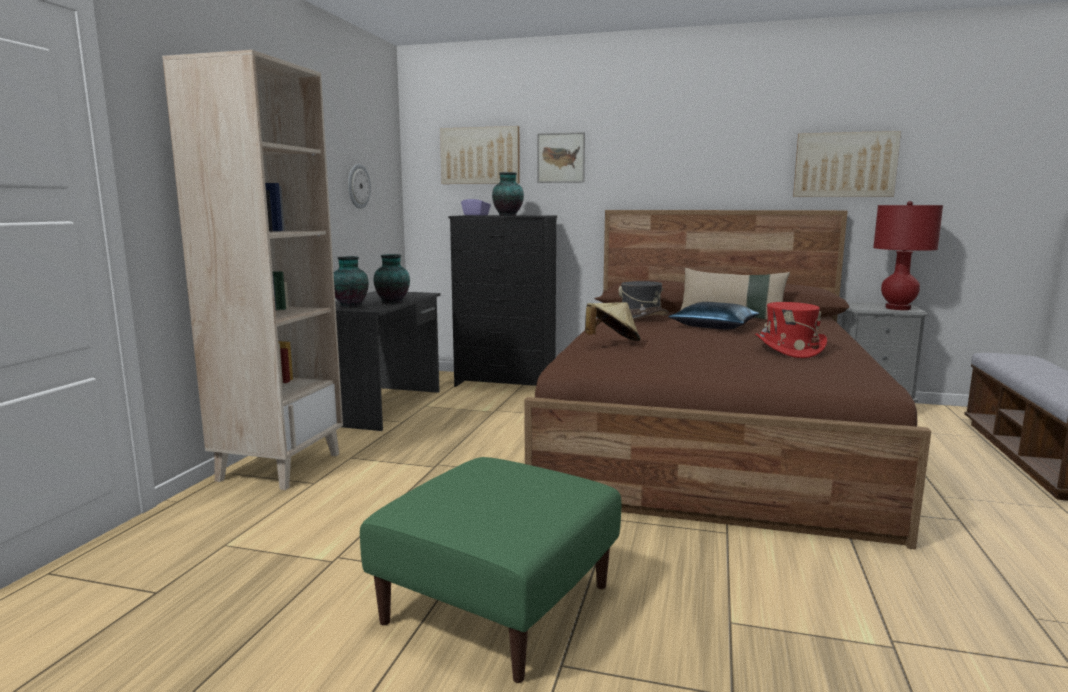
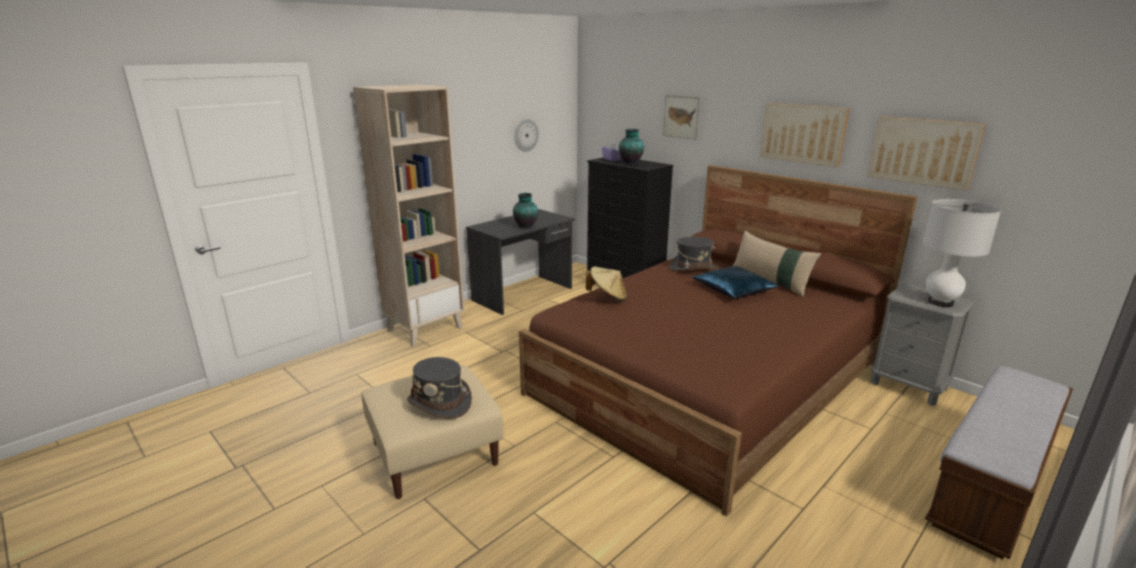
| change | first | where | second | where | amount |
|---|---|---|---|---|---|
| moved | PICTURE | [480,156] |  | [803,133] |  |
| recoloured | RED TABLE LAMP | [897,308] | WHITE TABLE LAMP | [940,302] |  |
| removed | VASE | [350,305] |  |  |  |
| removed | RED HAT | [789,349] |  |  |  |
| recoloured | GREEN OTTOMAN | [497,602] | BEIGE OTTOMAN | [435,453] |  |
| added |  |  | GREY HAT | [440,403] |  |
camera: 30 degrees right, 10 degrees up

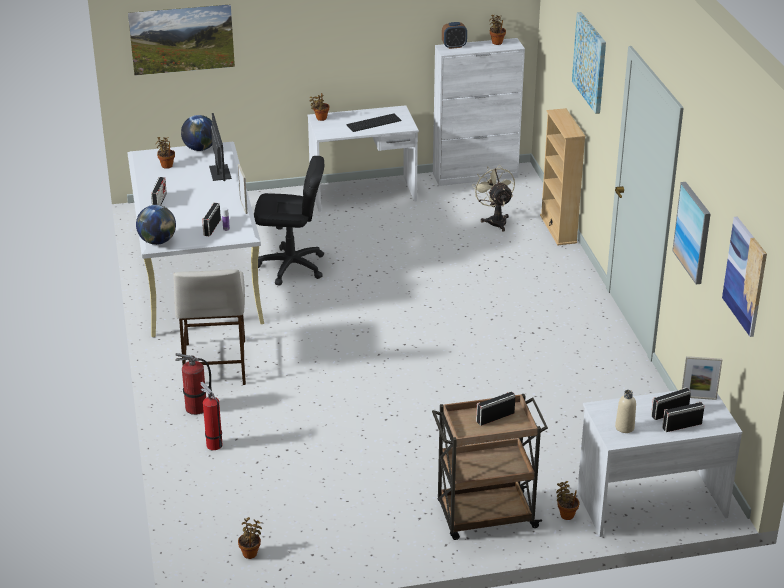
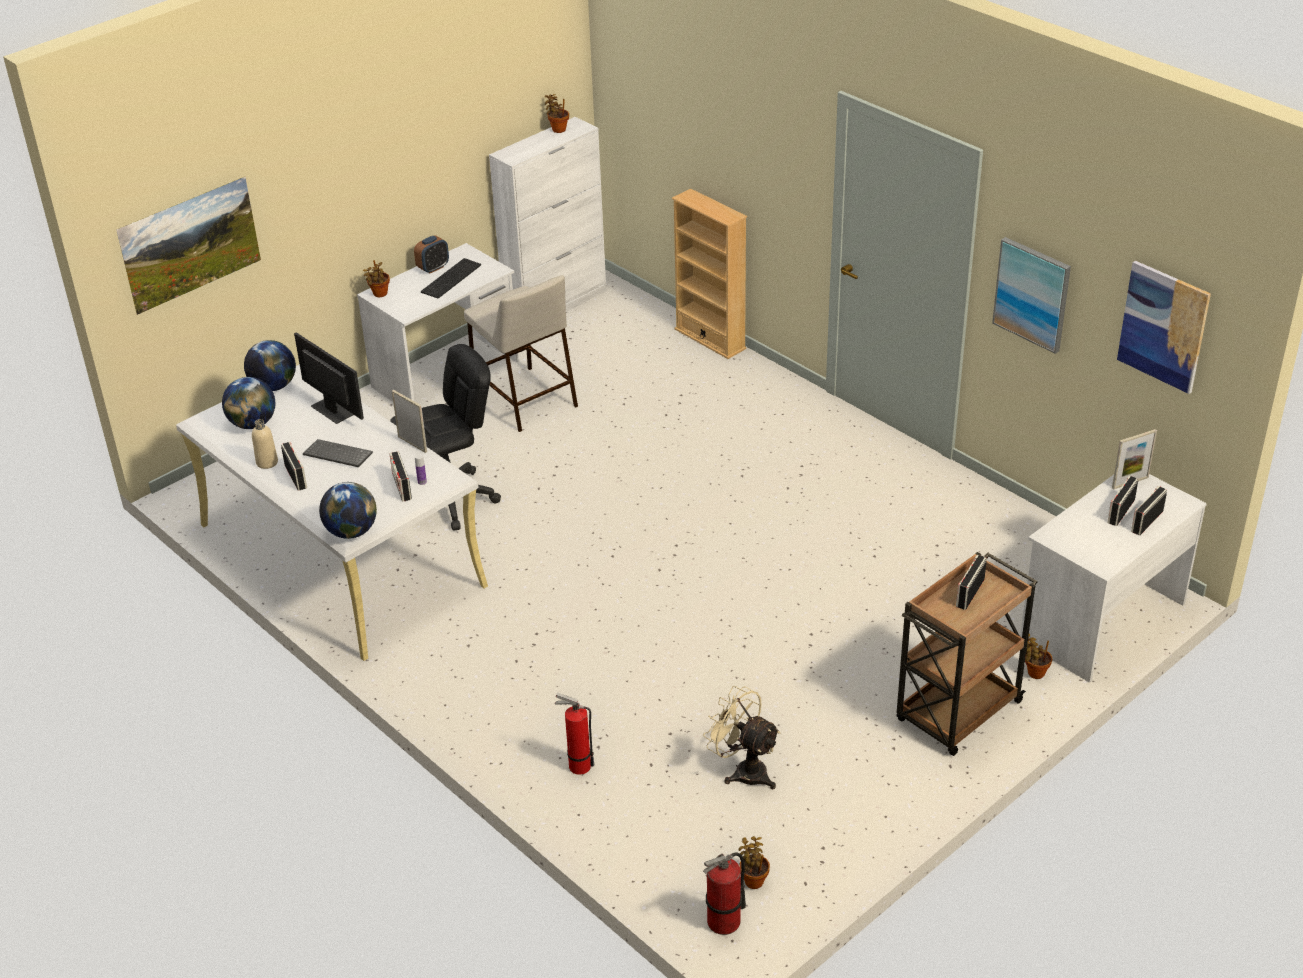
| change | first | where | second | where | amount |
|---|---|---|---|---|---|
| removed | PICTURE | [590,62] |  |  |  |
| moved | ALARM CLOCK | [454,46] |  | [433,268] |  |
| replaced | POTTED PLANT | [166,165] | GLOBE | [253,424] |  |
| moved | BEIGE FAN | [495,220] |  | [744,770] |  |
| moved | BEIGE STOOL | [214,363] |  | [523,398] |  |
| moved | FIRE EXTINGUISHER | [196,408] |  | [724,921] |  |
| moved | BEIGE BOTTLE | [624,427] |  | [267,462] |  |
| added |  |  | KEYBOARD | [336,455] |  |
camera: 30 degrees left, 5 degrees up

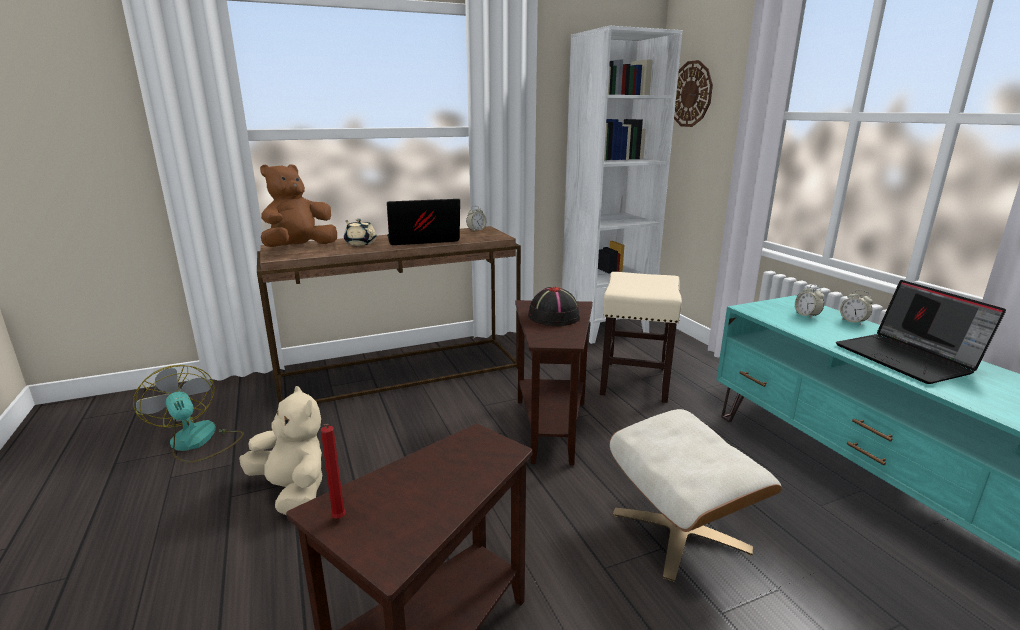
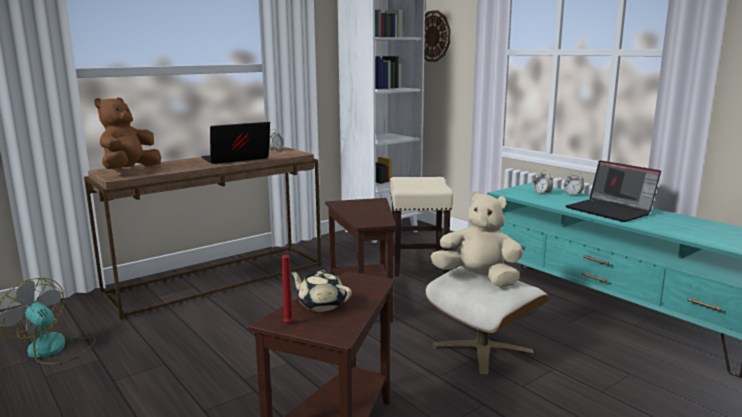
| change | first | where | second | where | amount |
|---|---|---|---|---|---|
| moved | BEIGE TEAPOT | [360,243] |  | [321,304] |  |
| removed | BLACK HAT | [553,316] |  |  |  |
| moved | BEIGE PLUSH TOY | [293,491] |  | [478,279] |  |
camera: 15 degrees left, 5 degrees down

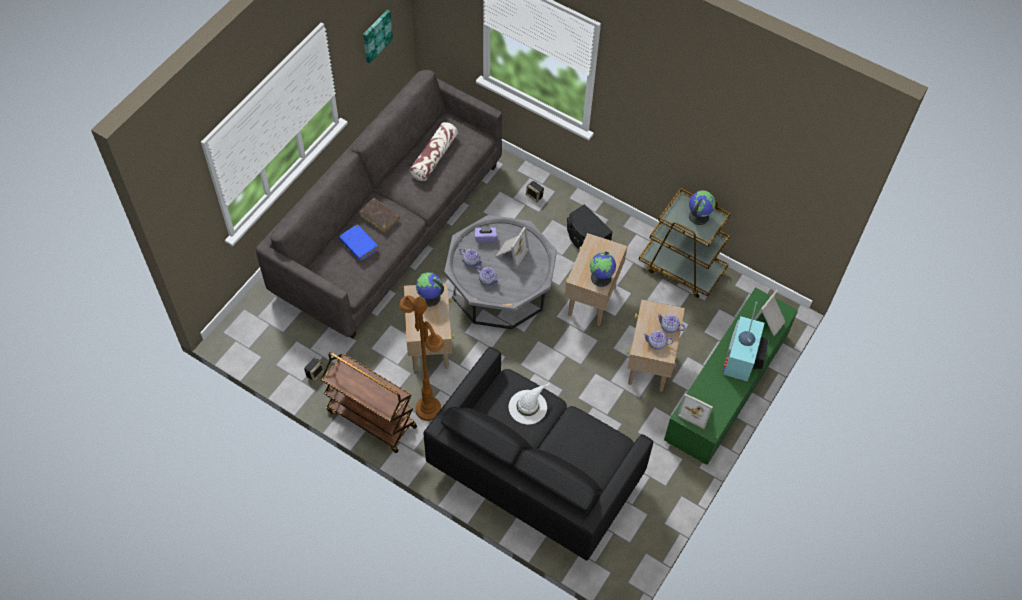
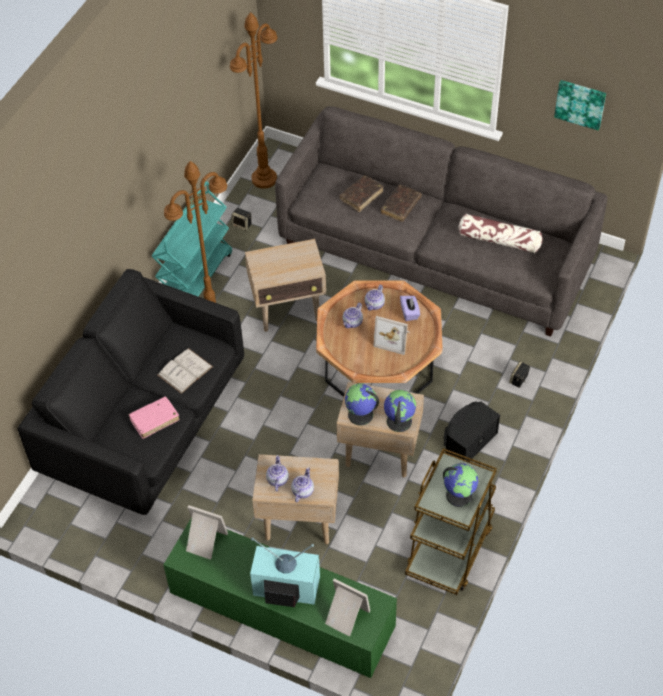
| change | first | where | second | where | amount |
|---|---|---|---|---|---|
| recoloured | GREY COFFEE TABLE | [500,288] | BROWN COFFEE TABLE | [378,363] |  |
| recoloured | BLUE BOOK | [359,245] | BROWN BOOK | [361,196] |  |
| moved | GLOBE | [429,298] |  | [398,421] |  |
| recoloured | BROWN CART | [371,419] | TURQUOISE CART | [195,277] |  |
| replaced | WHITE HAT | [528,406] | WHITE BOOK | [185,371] |  |
| turned | PICTURE FRAME | [696,411] |  | [204,542] | 90 degrees clockwise |
| added |  |  | BROWN FLOOR LAMP | [264,179] |  |
| added |  |  | PINK BOOK | [154,420] |  |
camera: 85 degrees right, 5 degrees down

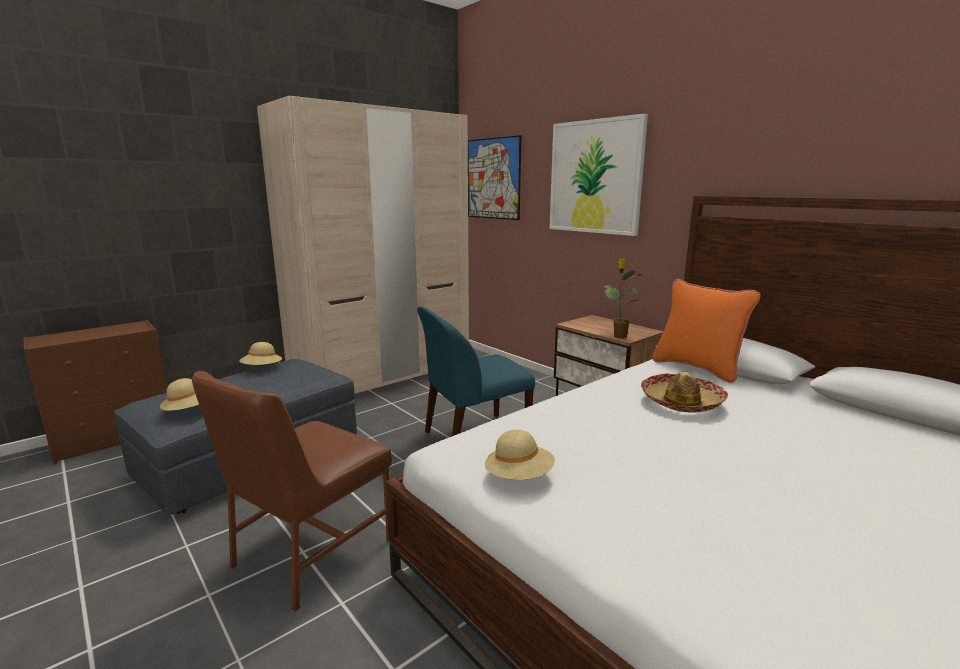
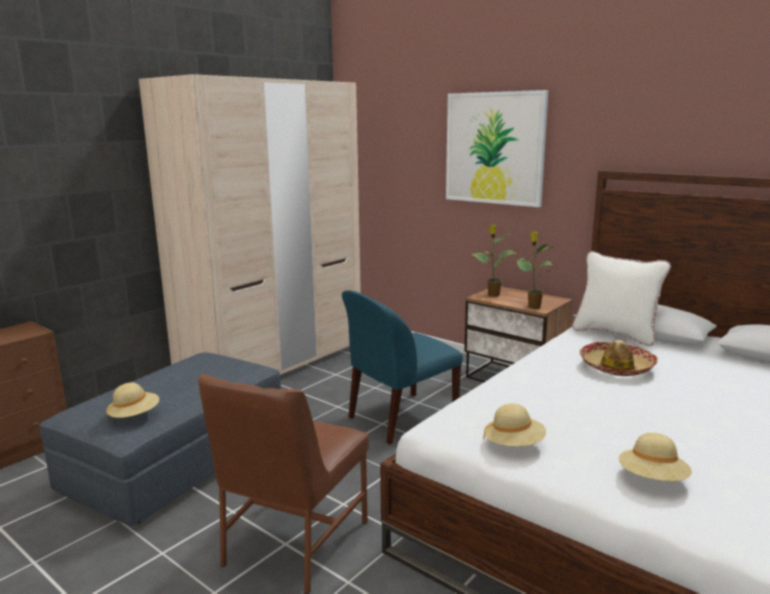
| change | first | where | second | where | amount |
|---|---|---|---|---|---|
| removed | PICTURE | [493,179] |  |  |  |
| recoloured | ORANGE PILLOW | [697,368] | WHITE PILLOW | [615,334] |  |
| moved | BEIGE HAT | [262,369] |  | [652,479] |  |
| added |  |  | POTTED PLANT | [493,295] |  |
camera: 10 degrees left, 0 degrees up

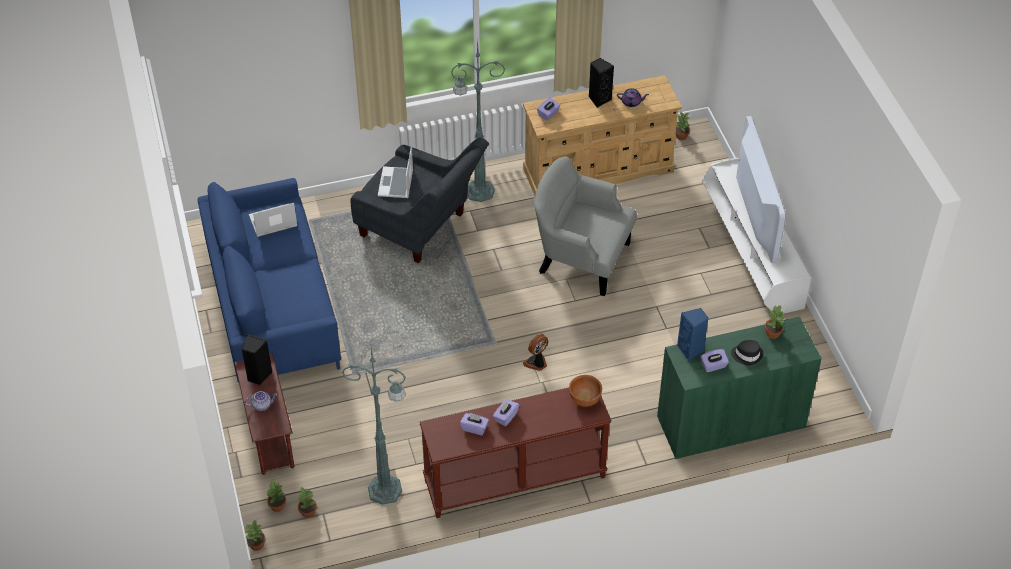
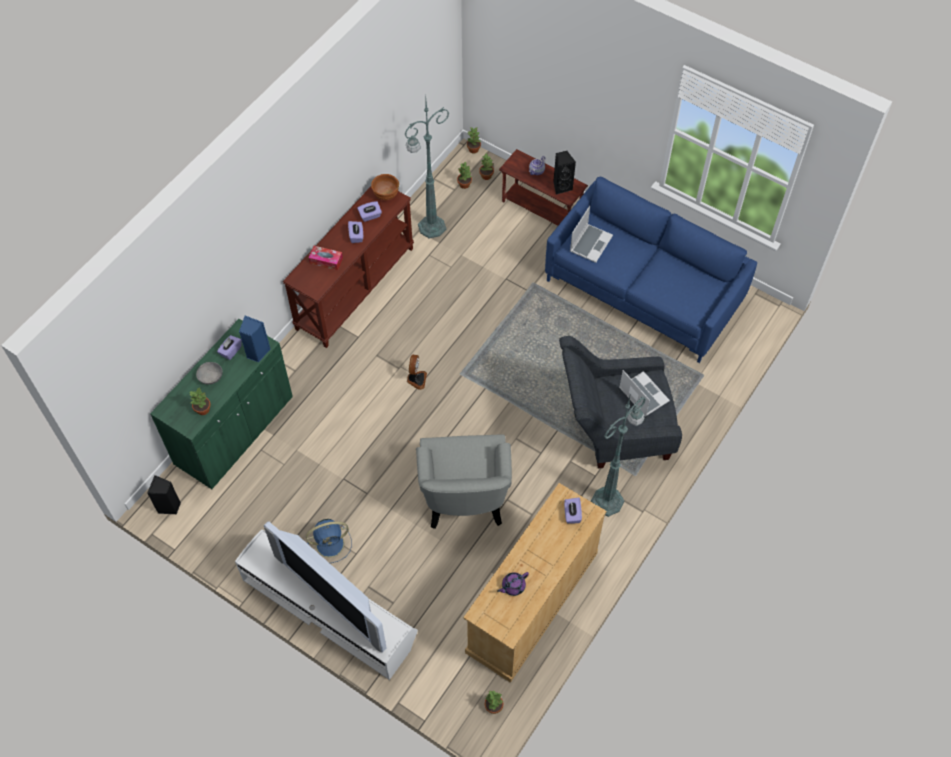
| change | first | where | second | where | amount |
|---|---|---|---|---|---|
| moved | BLACK SPEAKER | [599,99] |  | [169,506] |  |
| turned | GREY ARMCHAIR | [581,258] |  | [464,495] | 105 degrees clockwise |
| moved | LAPTOP | [272,222] |  | [590,243] |  |
| replaced | BLACK HAT | [747,354] | GREY BOWL | [211,377] |  |
| moved | BROWN BOWL | [584,400] |  | [385,194] |  |
| added |  |  | TISSUE BOX | [326,261] |  |
| added |  |  | BLUE FAN | [331,544] |  |
camera: 140 degrees right, 10 degrees up

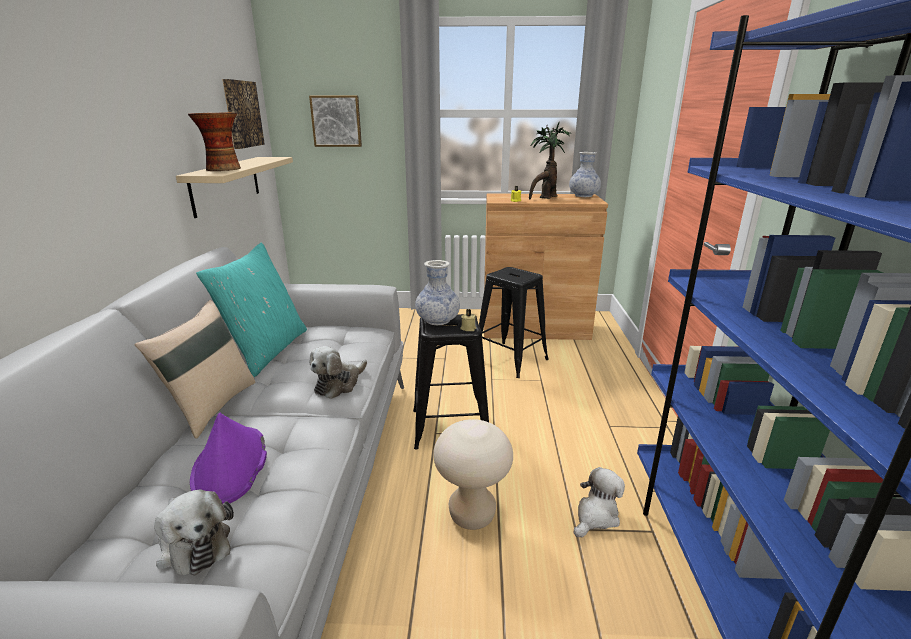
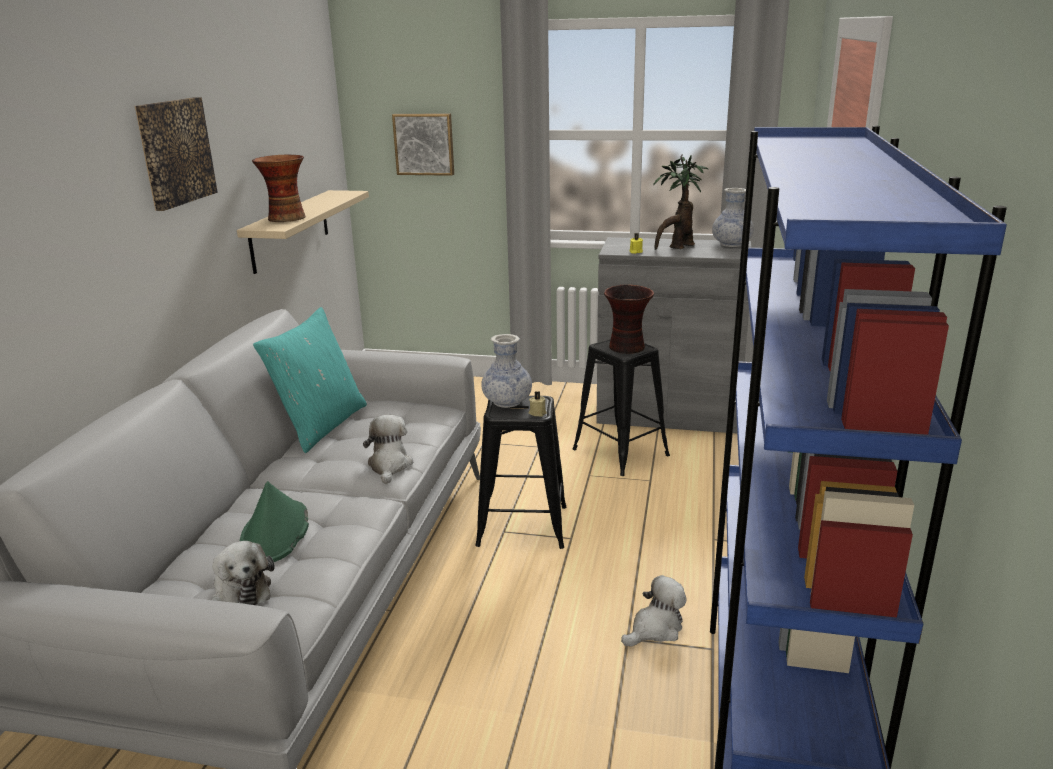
| change | first | where | second | where | amount |
|---|---|---|---|---|---|
| moved | PICTURE | [242,114] |  | [175,152] |  |
| recoloured | BROWN CABINET | [535,328] | GREY CABINET | [667,413] |  |
| removed | BEIGE PILLOW | [211,406] |  |  |  |
| turned | PLUSH TOY | [339,384] |  | [389,466] | 135 degrees clockwise |
| recoloured | PURPLE HAT | [230,466] | GREEN HAT | [275,533] |  |
| removed | BEIGE STOOL | [472,515] |  |  |  |
| added |  |  | VASE | [627,348] |  |
camera: 10 degrees right, 0 degrees up

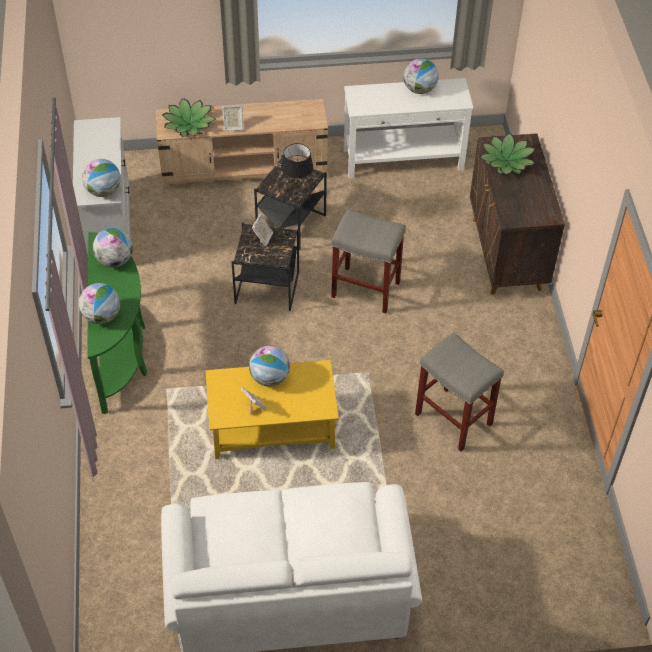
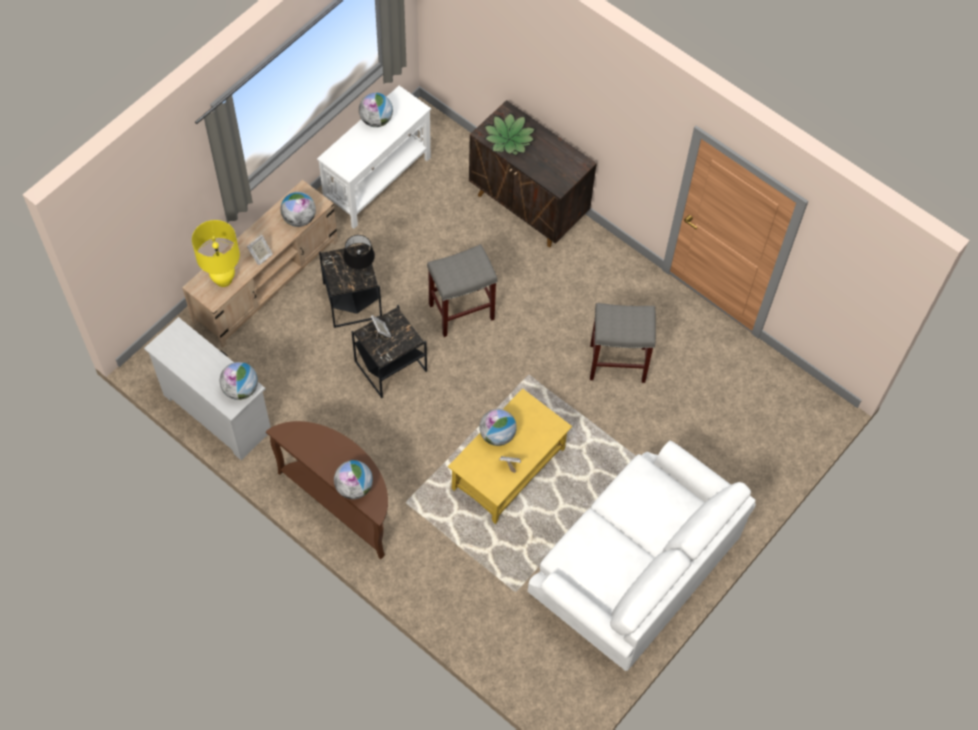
| change | first | where | second | where | amount |
|---|---|---|---|---|---|
| replaced | POTTED PLANT | [189,124] | YELLOW TABLE LAMP | [223,279] |  |
| moved | GLOBE | [115,260] |  | [299,218] |  |
| recoloured | GREEN CONSOLE TABLE | [122,352] | BROWN CONSOLE TABLE | [342,502] |  |
camera: 45 degrees left, 10 degrees up

